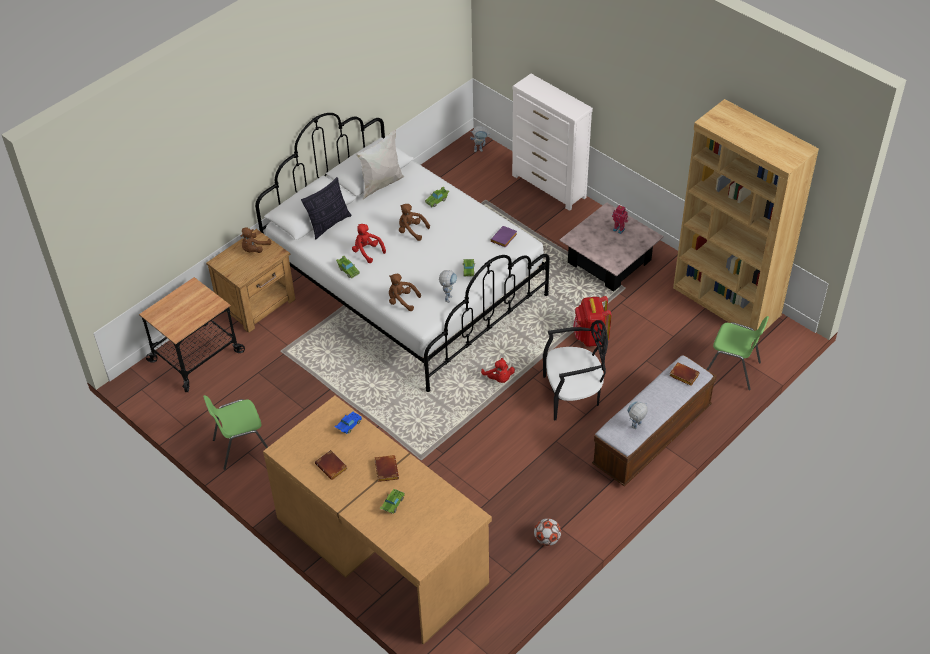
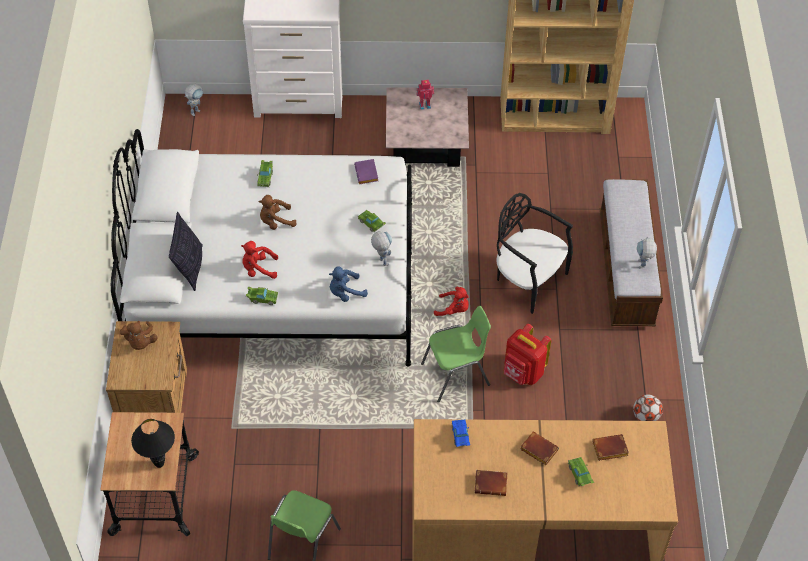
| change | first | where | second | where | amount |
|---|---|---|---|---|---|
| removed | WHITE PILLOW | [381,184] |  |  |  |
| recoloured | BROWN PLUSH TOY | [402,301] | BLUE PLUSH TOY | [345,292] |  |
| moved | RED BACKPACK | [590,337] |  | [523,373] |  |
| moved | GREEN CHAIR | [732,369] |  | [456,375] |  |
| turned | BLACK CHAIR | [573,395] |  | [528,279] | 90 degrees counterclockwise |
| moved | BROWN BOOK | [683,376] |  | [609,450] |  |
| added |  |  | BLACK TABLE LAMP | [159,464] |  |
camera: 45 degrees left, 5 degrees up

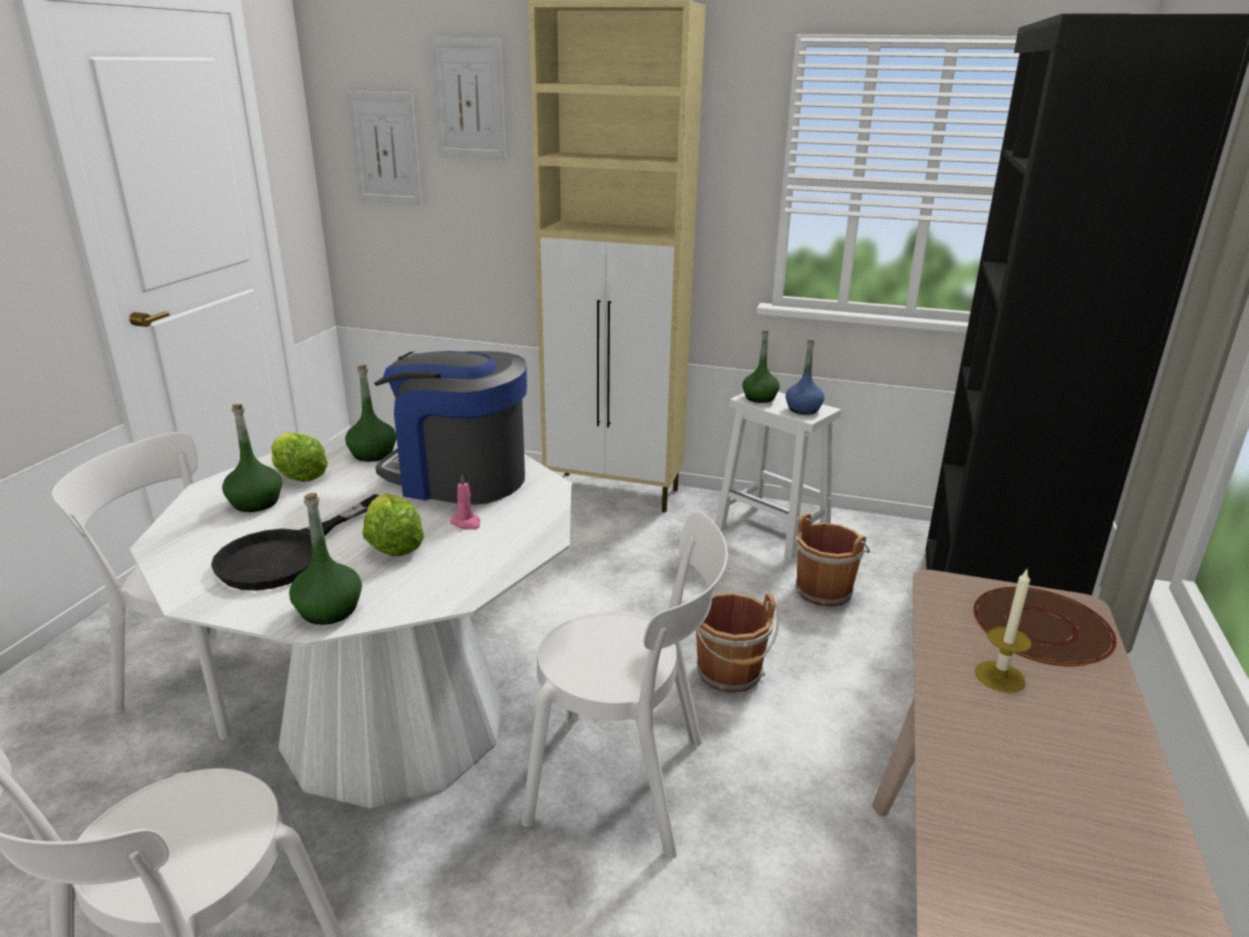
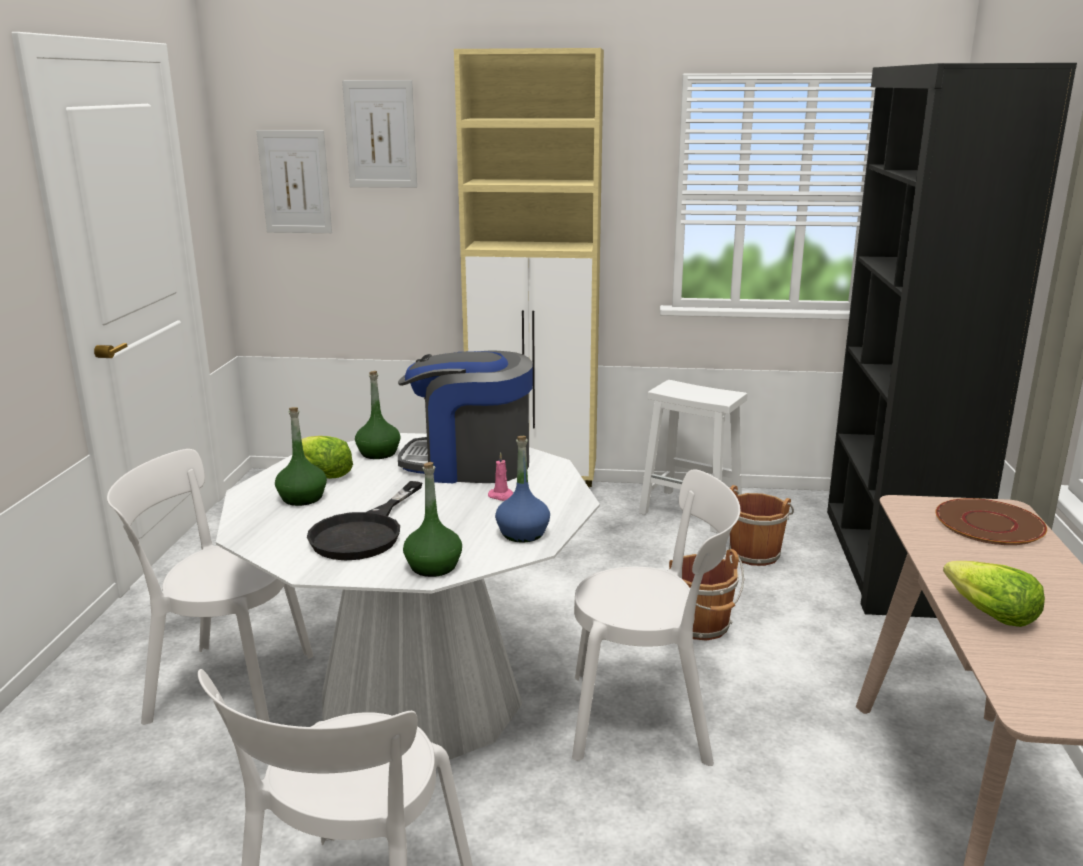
| change | first | where | second | where | amount |
|---|---|---|---|---|---|
| removed | GREEN BOTTLE | [759,398] |  |  |  |
| moved | BLUE BOTTLE | [803,409] |  | [522,533] |  |
| moved | LETTUCE | [392,543] |  | [989,614] |  |
| removed | CANDLE | [999,676] |  |  |  |
camera: 10 degrees left, 5 degrees down

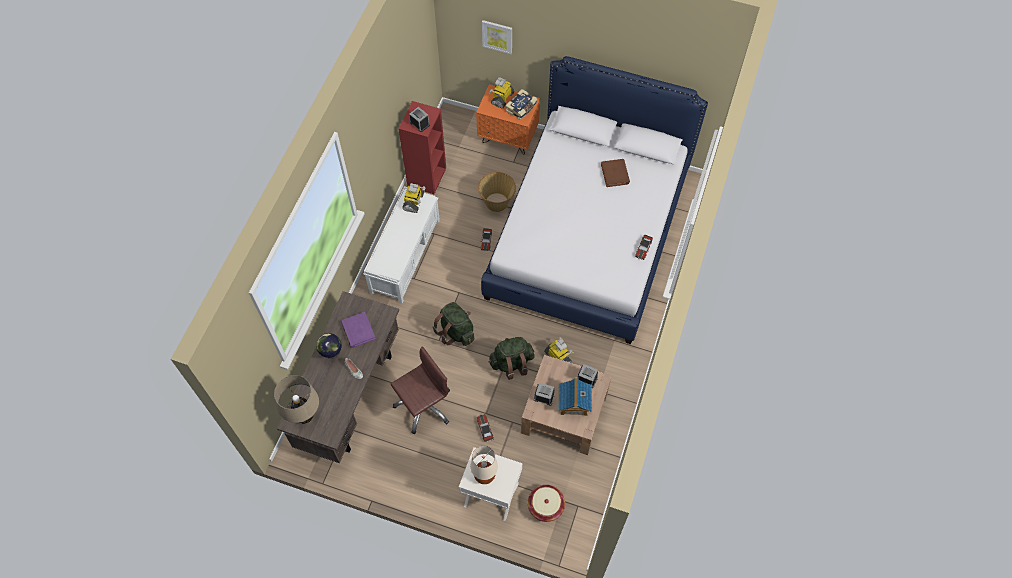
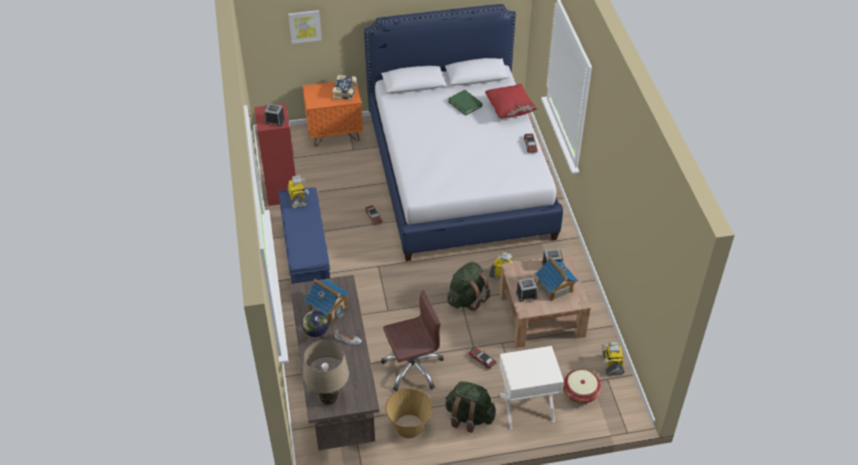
| change | first | where | second | where | amount |
|---|---|---|---|---|---|
| moved | TOY ROBOT | [502,98] |  | [612,364] |  |
| recoloured | BROWN BOOK | [615,174] | GREEN BOOK | [465,104] |  |
| moved | BASKET | [497,202] |  | [409,426] |  |
| recoloured | WHITE BENCH | [405,255] | BLUE BENCH | [307,259] |  |
| moved | GREEN BACKPACK | [456,331] |  | [469,417] |  |
| replaced | PURPLE BOOK | [358,331] | TOY HOUSE | [328,308] |  |
| turned | BROWN OFFICE CHAIR | [423,406] |  | [412,368] | 45 degrees clockwise |
| removed | BEIGE TABLE LAMP | [484,476] |  |  |  |
| added |  |  | RED PILLOW | [509,109] |  |
camera: 30 degrees left, 15 degrees down

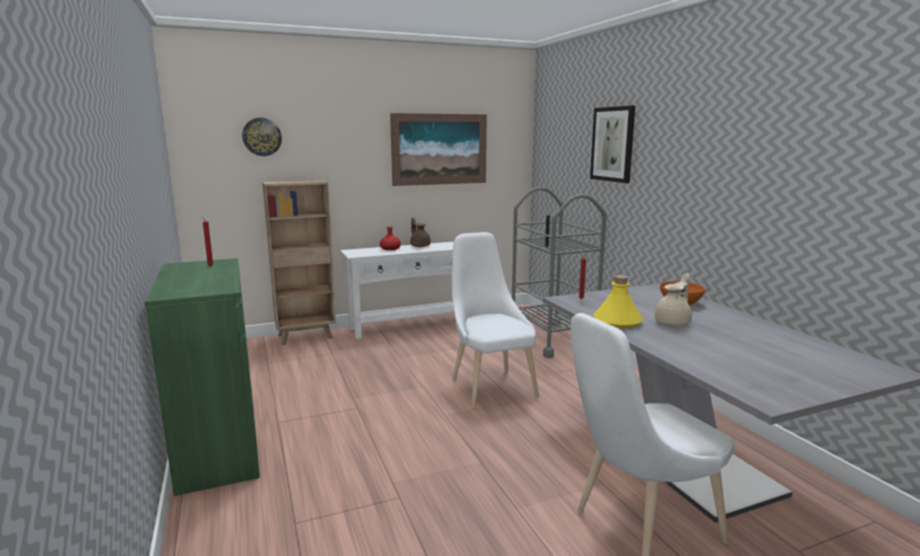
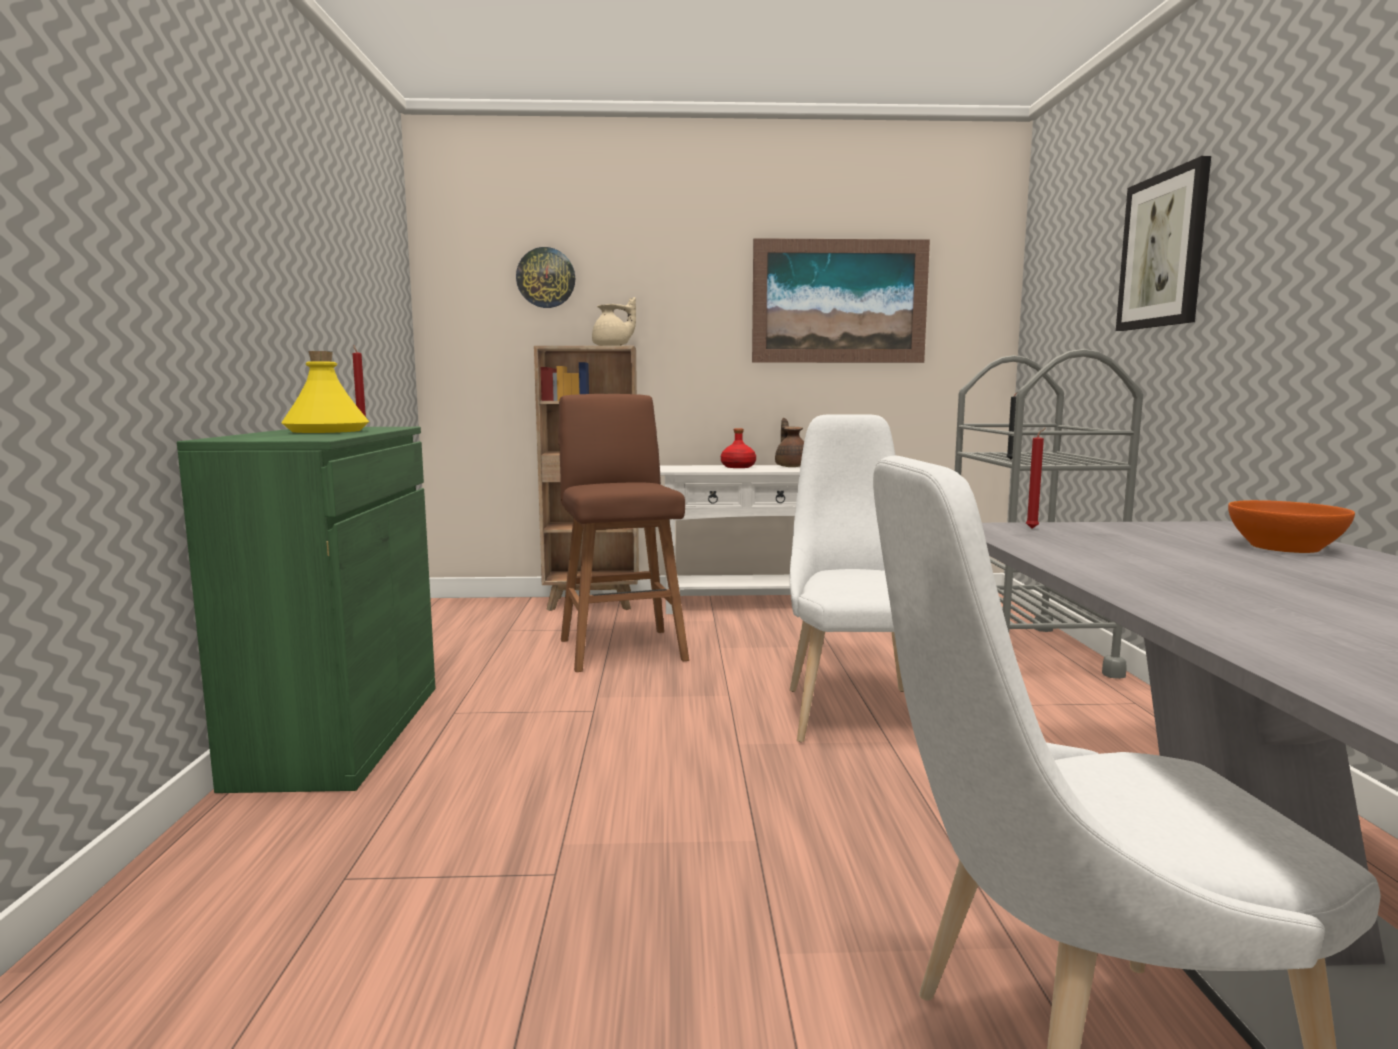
| change | first | where | second | where | amount |
|---|---|---|---|---|---|
| moved | BEIGE TEAPOT | [673,322] |  | [613,346] |  |
| moved | YELLOW BOTTLE | [617,322] |  | [327,431] |  |
| added |  |  | BROWN STOOL | [621,648] |  |
camera: 20 degrees right, 5 degrees down

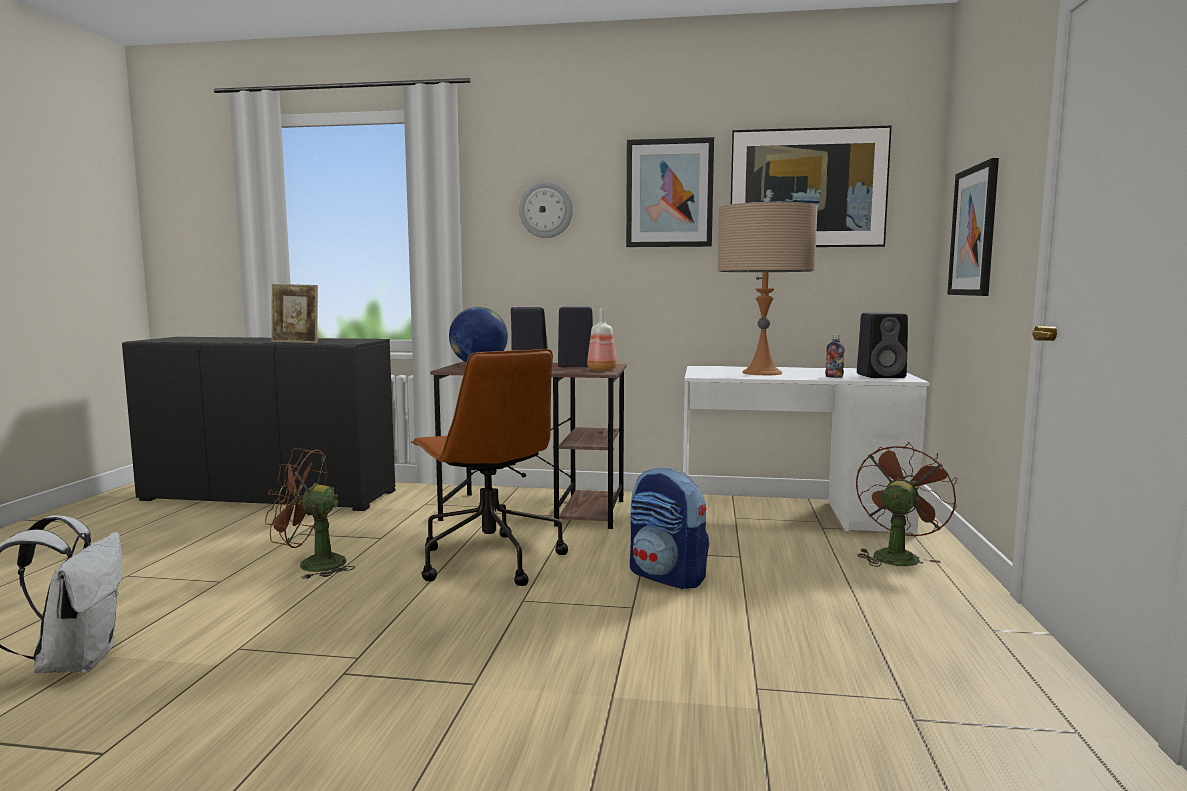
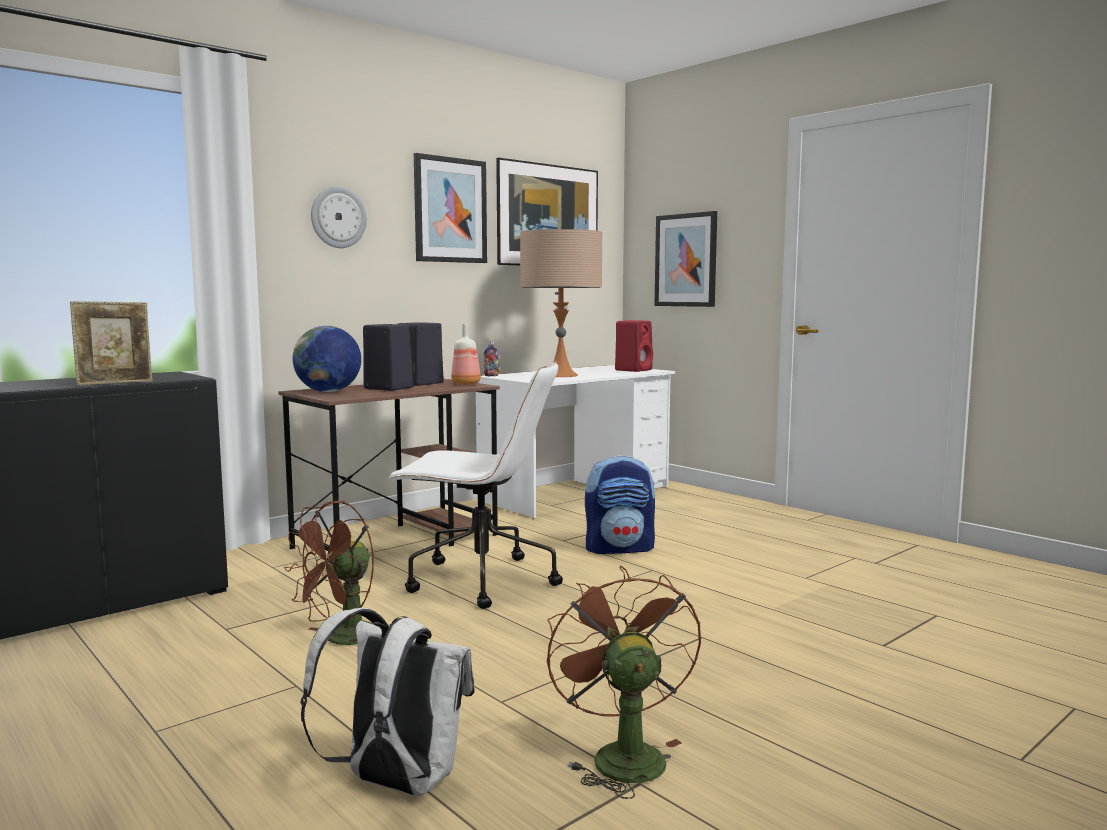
| change | first | where | second | where | amount |
|---|---|---|---|---|---|
| recoloured | BLACK SPEAKER | [882,376] | RED SPEAKER | [634,370] |  |
| moved | BOTTLE | [834,377] |  | [491,376] |  |
| recoloured | BROWN OFFICE CHAIR | [488,560] | WHITE OFFICE CHAIR | [479,581] |  |
| moved | BROWN FAN | [897,556] |  | [621,755] |  |
camera: 50 degrees left, 0 degrees up

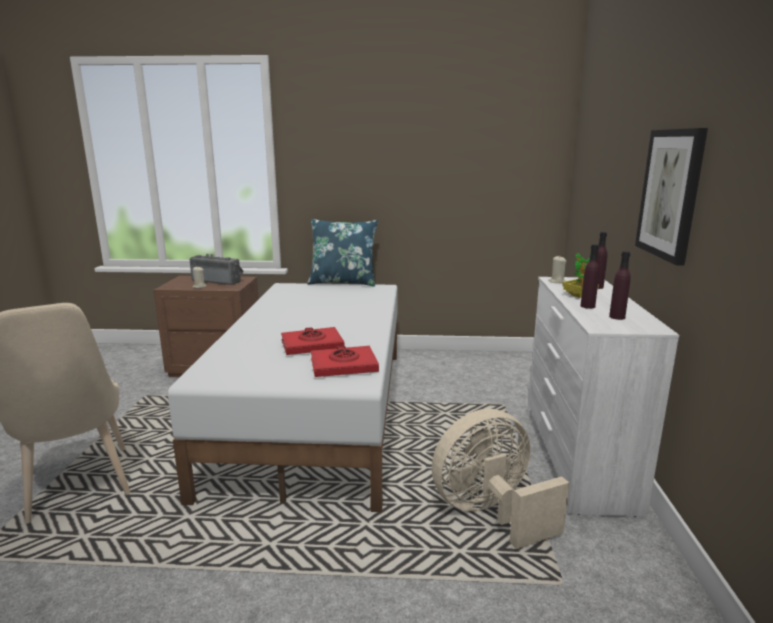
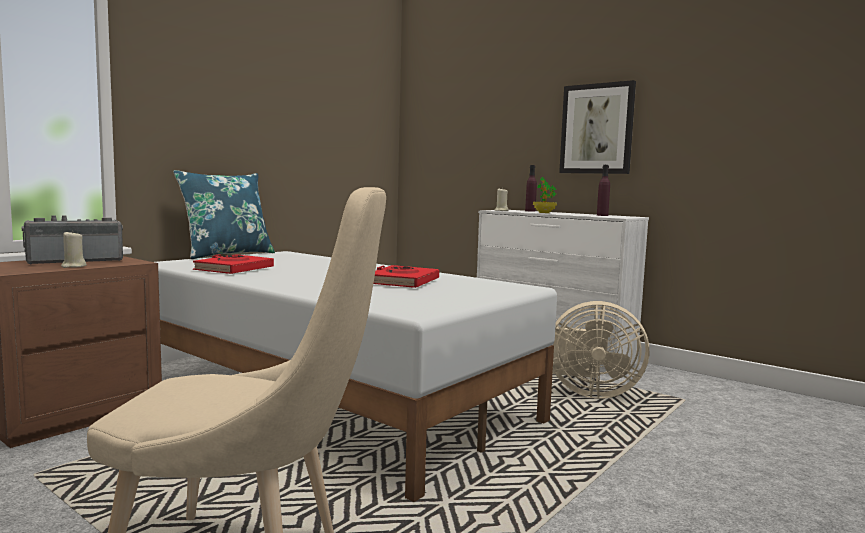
| change | first | where | second | where | amount |
|---|---|---|---|---|---|
| removed | PURPLE BOTTLE | [587,306] |  |  |  |
| moved | RED BOOK | [343,366] |  | [234,269] |  |
| turned | BEIGE FAN | [490,513] |  | [590,392] | 90 degrees counterclockwise |
camera: 55 degrees left, 10 degrees down

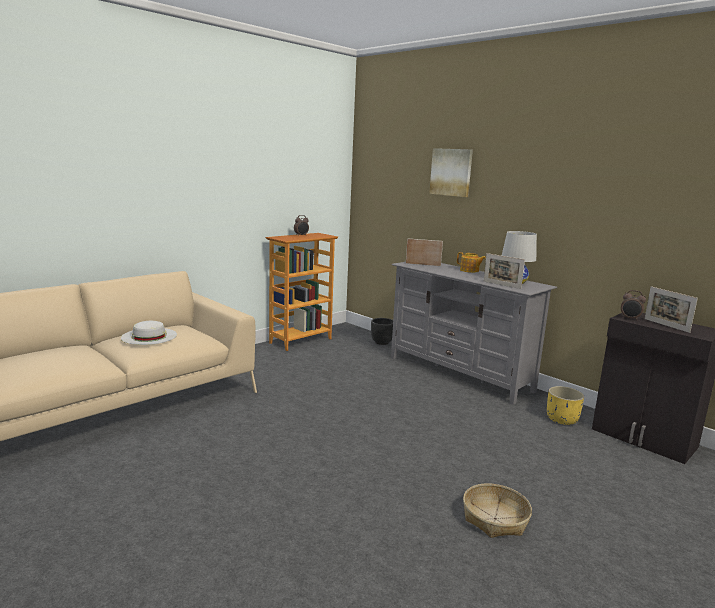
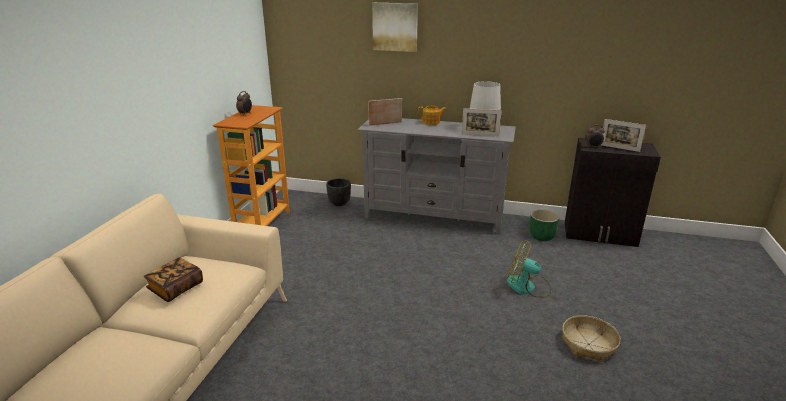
| change | first | where | second | where | amount |
|---|---|---|---|---|---|
| replaced | WHITE HAT | [149,336] | BOOK | [176,288] |  |
| recoloured | YELLOW PLANTER | [562,419] | GREEN PLANTER | [542,236] |  |
| added |  |  | FAN | [527,287] |  |
camera: 30 degrees left, 10 degrees up

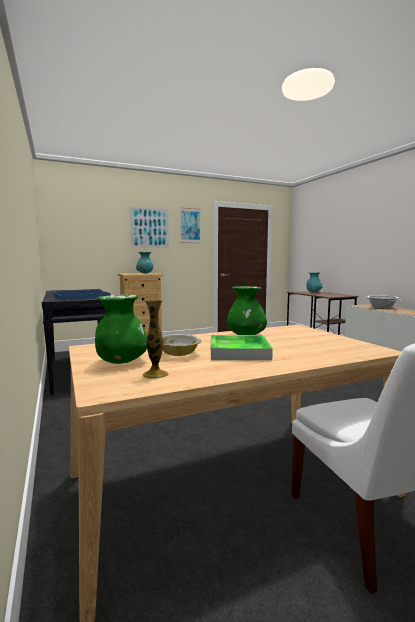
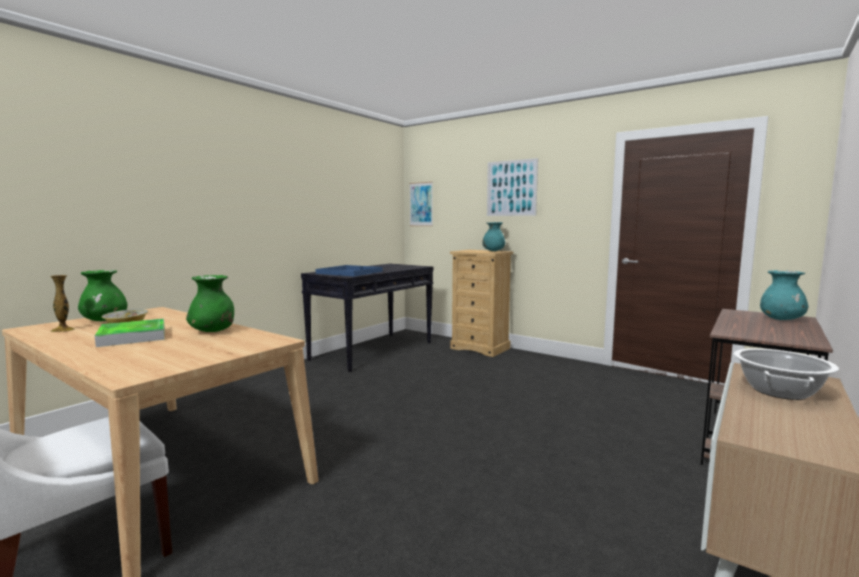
| change | first | where | second | where | amount |
|---|---|---|---|---|---|
| moved | PICTURE | [190,225] |  | [421,204] |  |
camera: 60 degrees right, 0 degrees up

